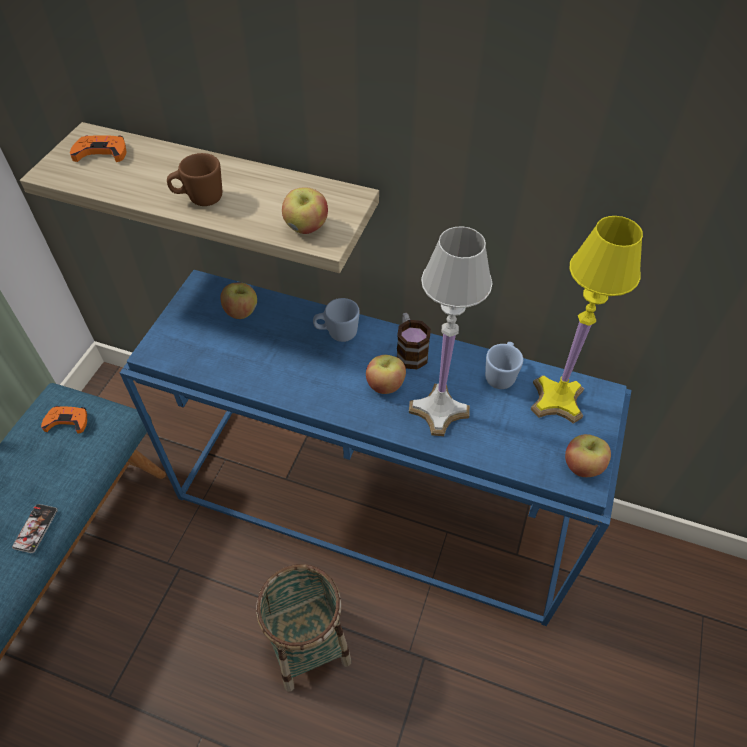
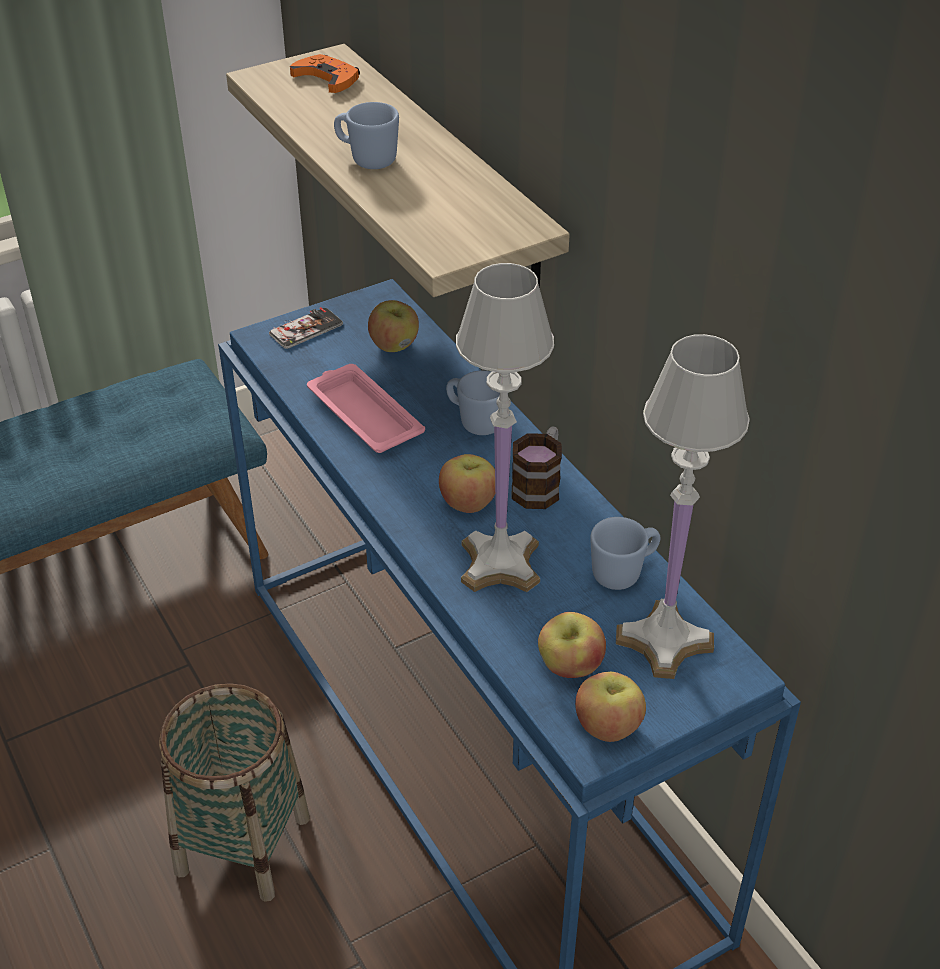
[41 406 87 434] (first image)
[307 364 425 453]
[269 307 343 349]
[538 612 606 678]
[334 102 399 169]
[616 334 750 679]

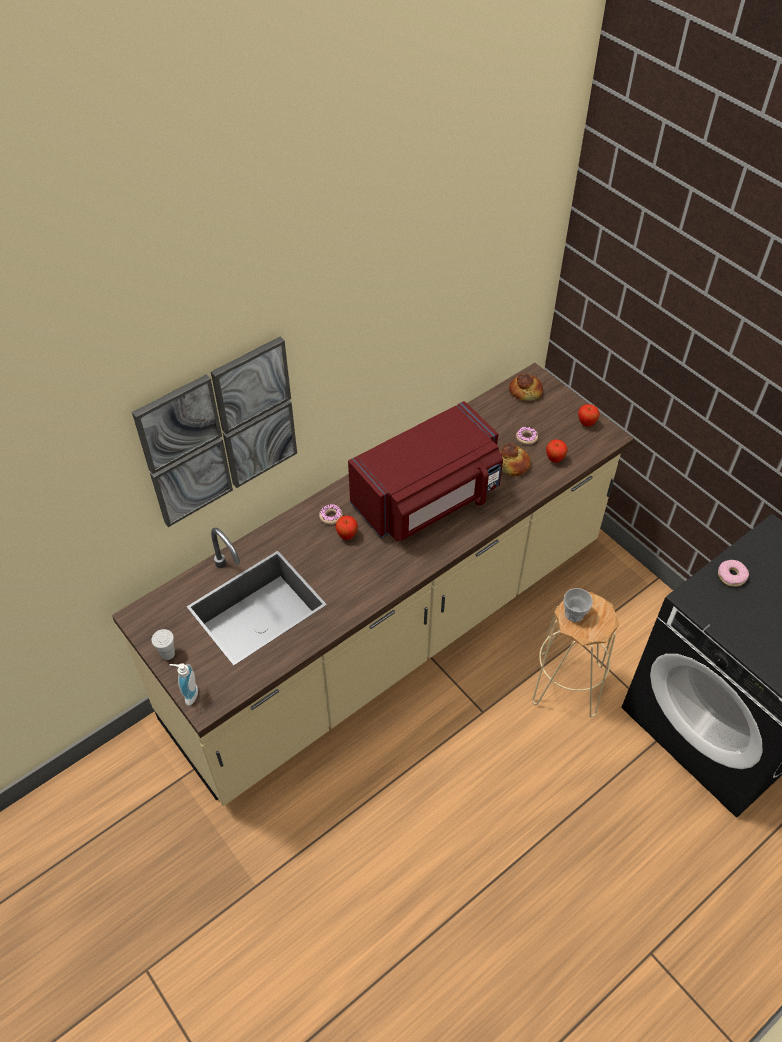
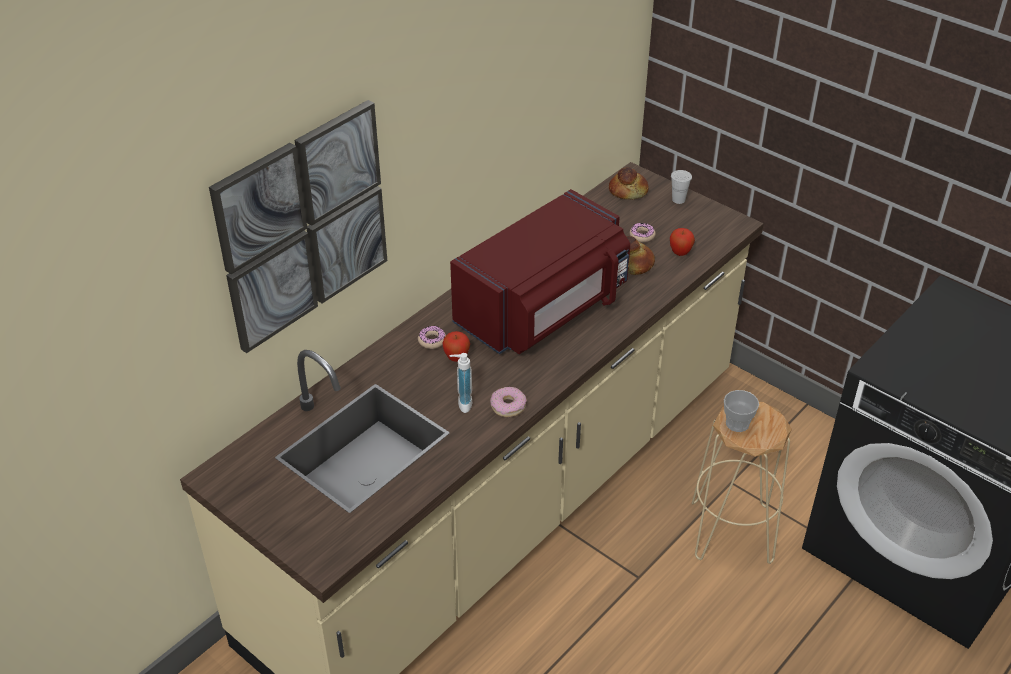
[578 404 600 427] (first image)
[671 170 692 204]
[449 353 472 413]
[490 387 527 417]

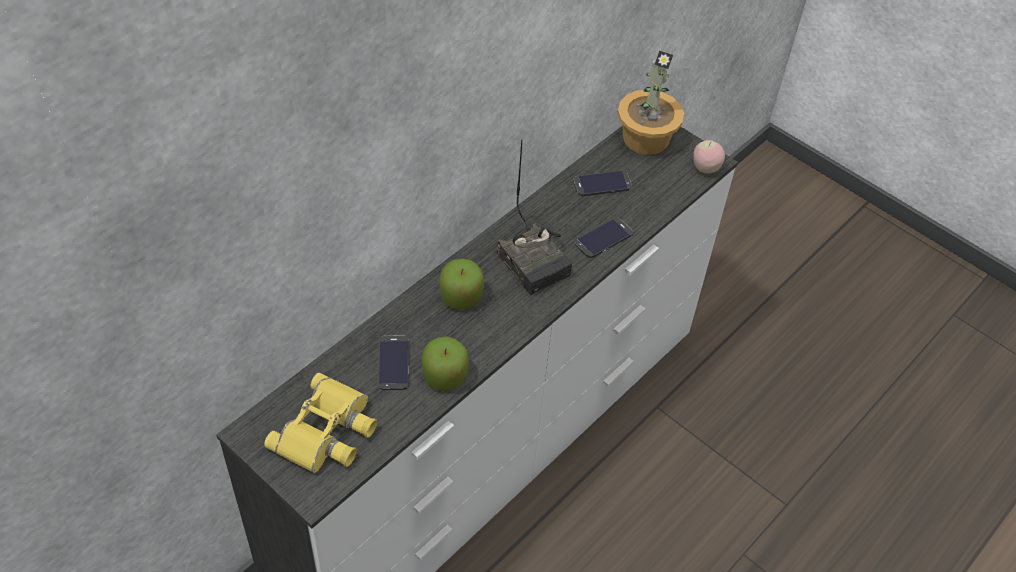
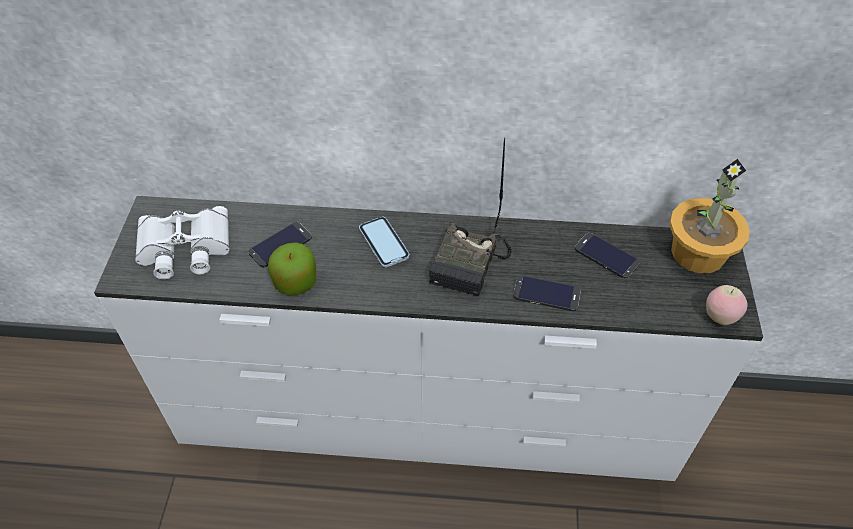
[359 217 410 268]
[135 206 229 279]

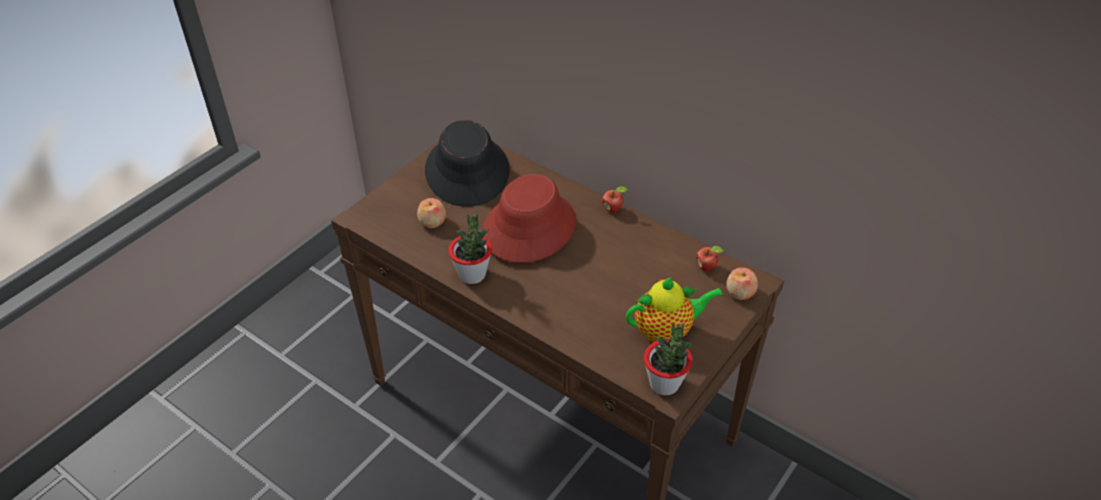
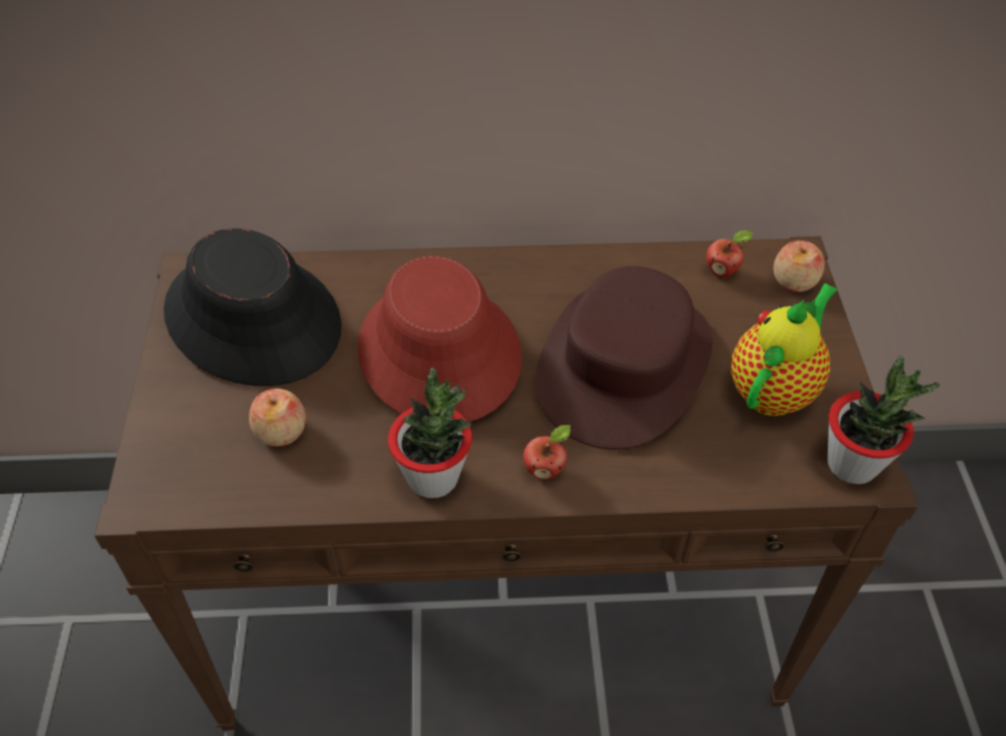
[535 266 713 450]
[523 425 571 480]

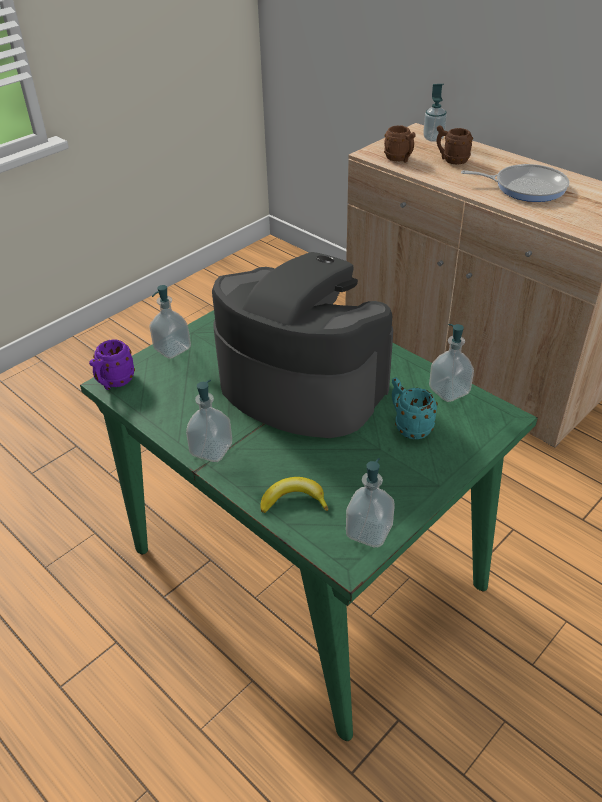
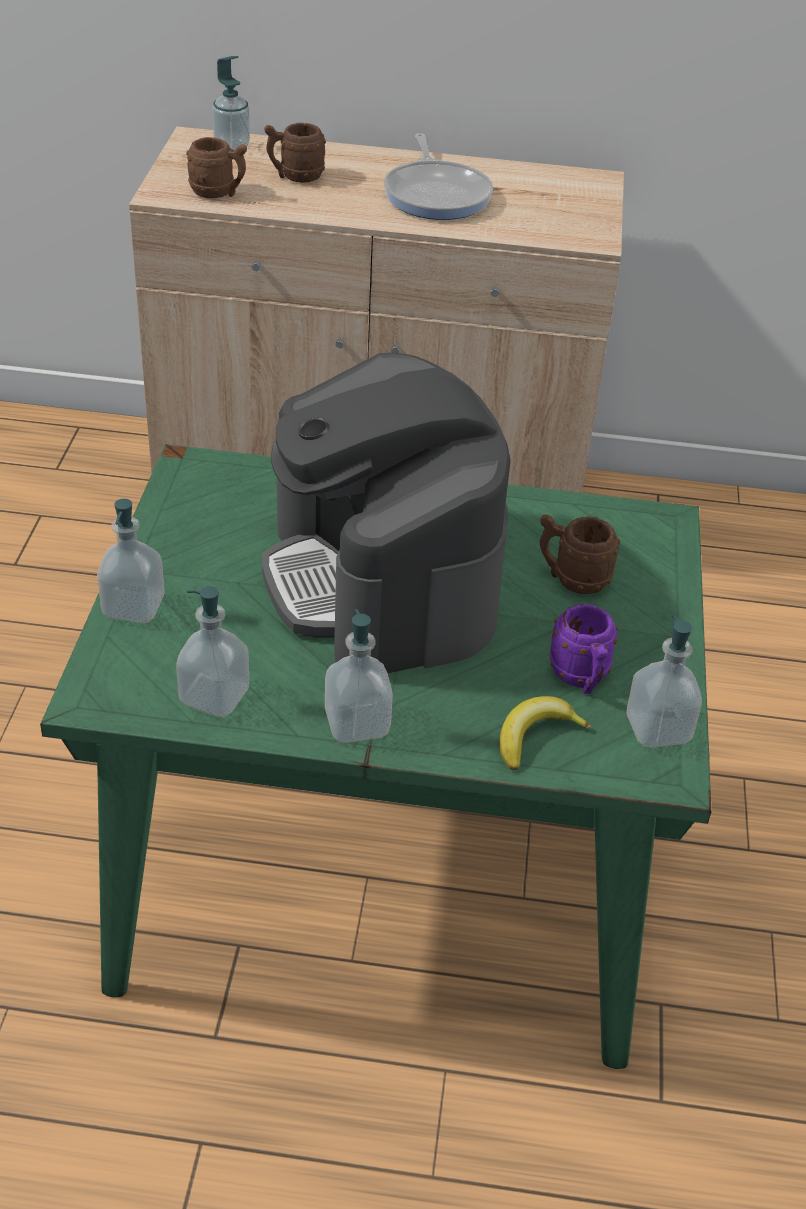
[550 604 618 694]
[176 586 249 717]
[540 514 620 594]
[262 353 511 673]
[384 133 493 220]

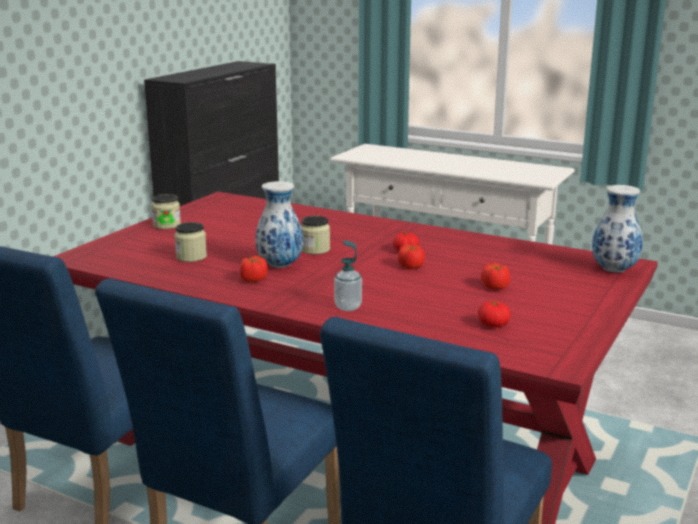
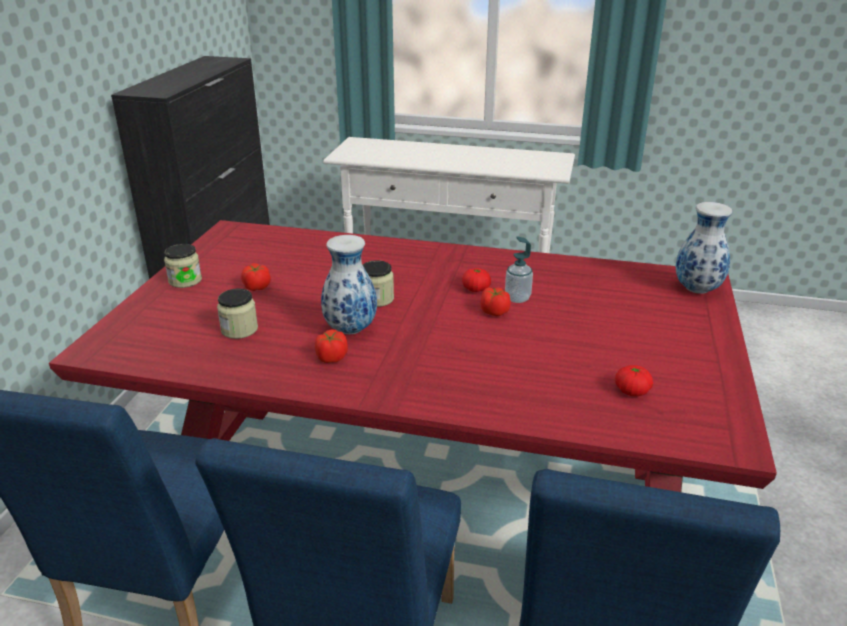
[505 236 533 303]
[241 263 271 291]

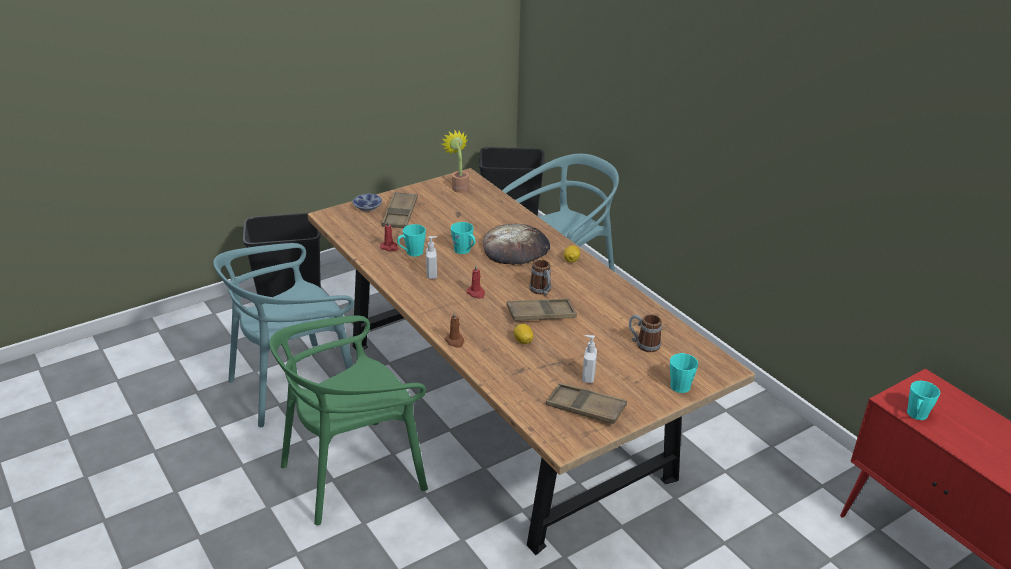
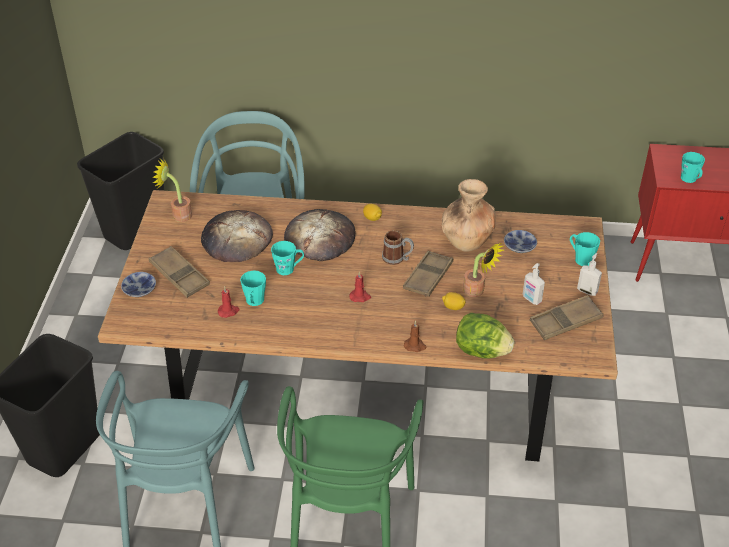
[201 210 273 262]
[442 179 496 252]
[456 313 515 359]
[463 243 504 297]
[577 253 602 296]
[504 230 537 253]

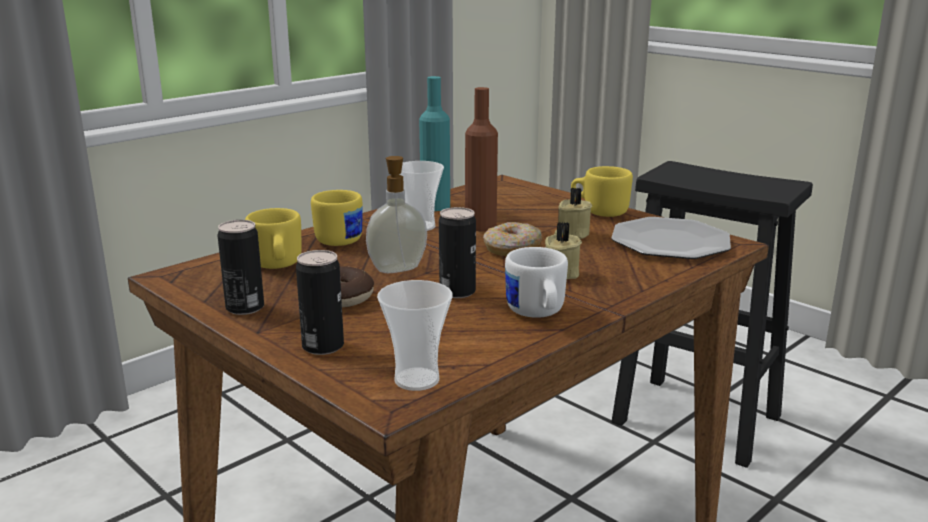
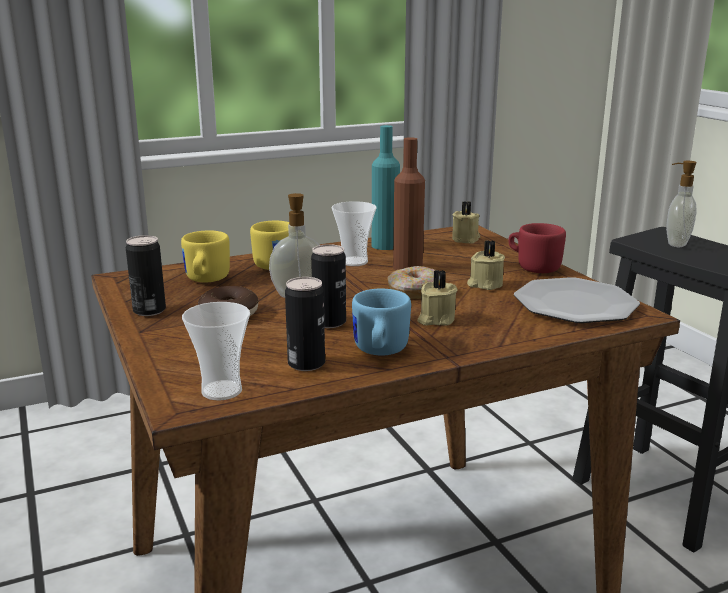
[452 201 480 244]
[666 161 697 247]
[285 277 325 371]
[352 289 411 355]
[508 223 566 273]

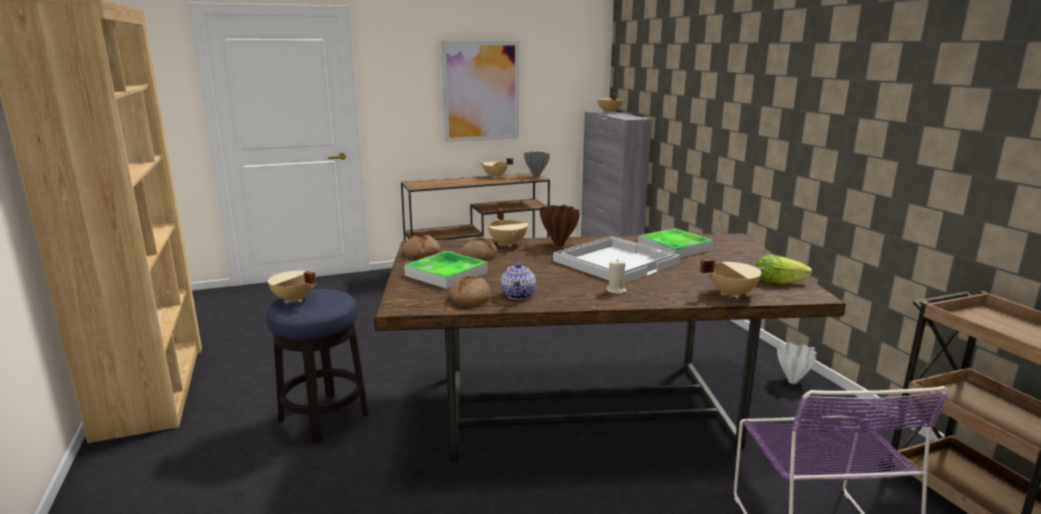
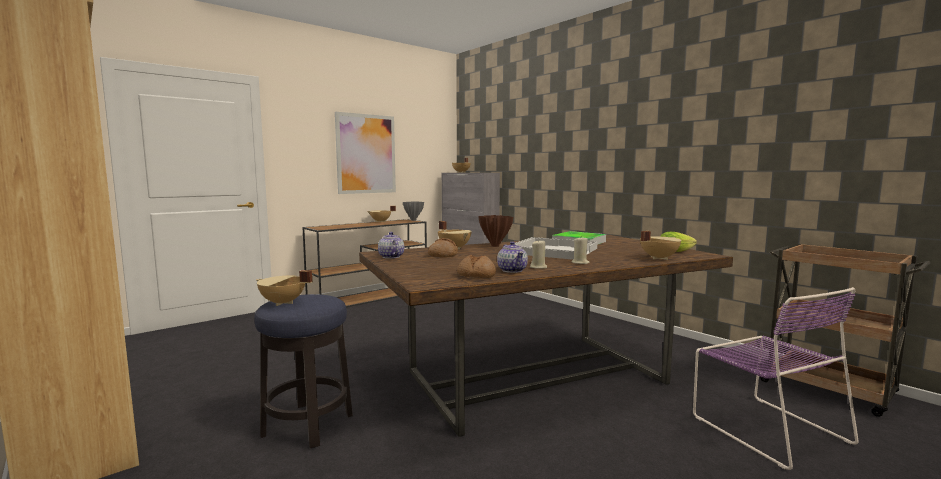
[404 251 488 289] (first image)
[777 343 817 384] (first image)
[530 241 547 269]
[378 232 404 259]

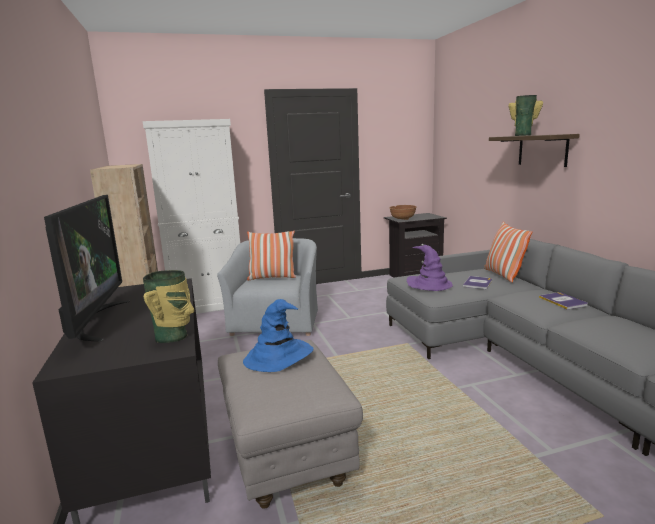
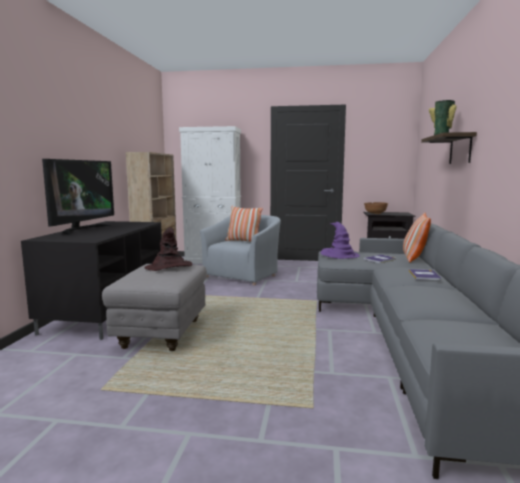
[143 270 194 343] (first image)
[144 227 193 271]

